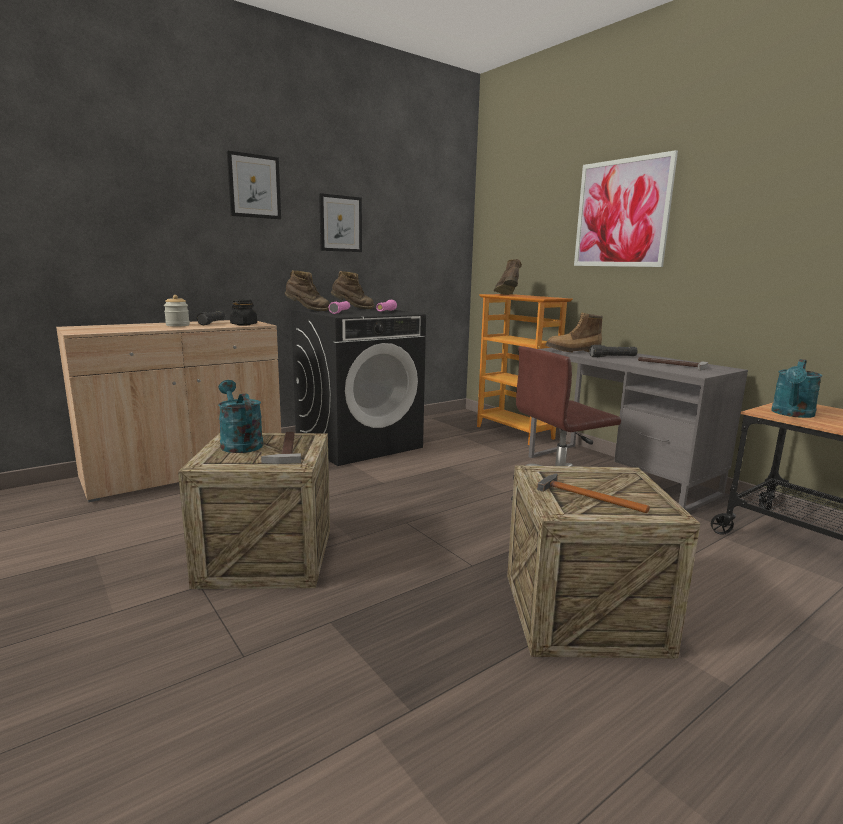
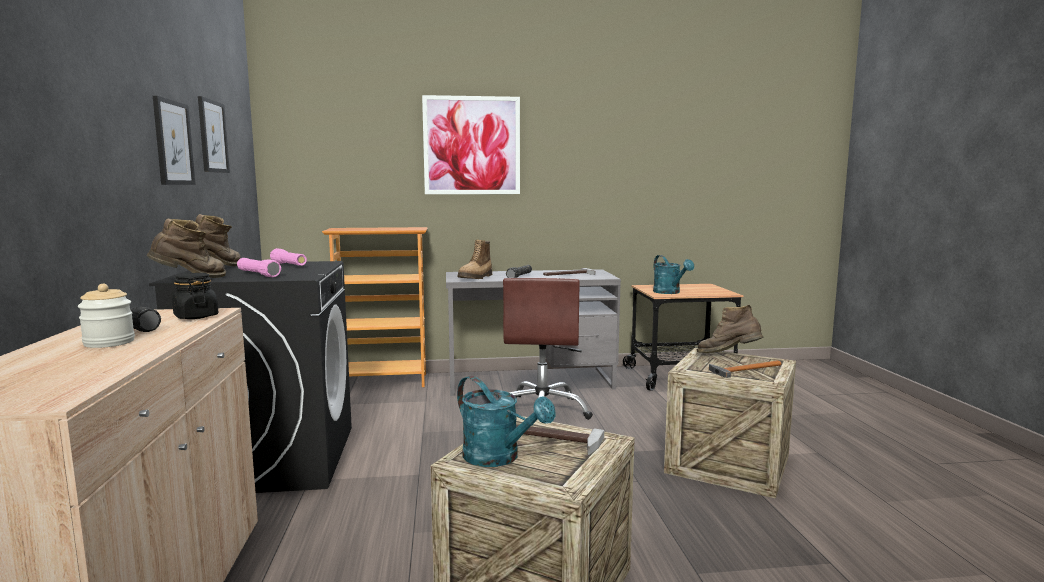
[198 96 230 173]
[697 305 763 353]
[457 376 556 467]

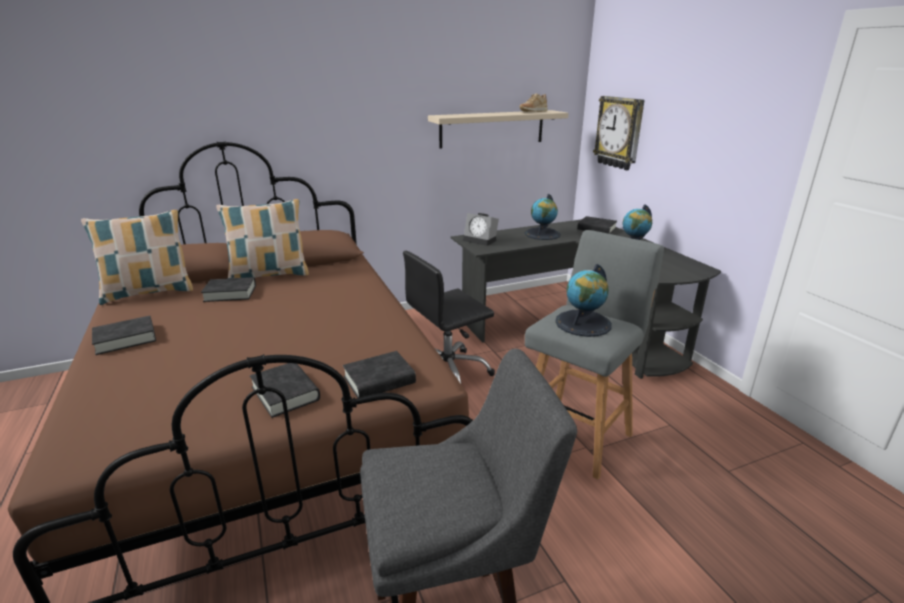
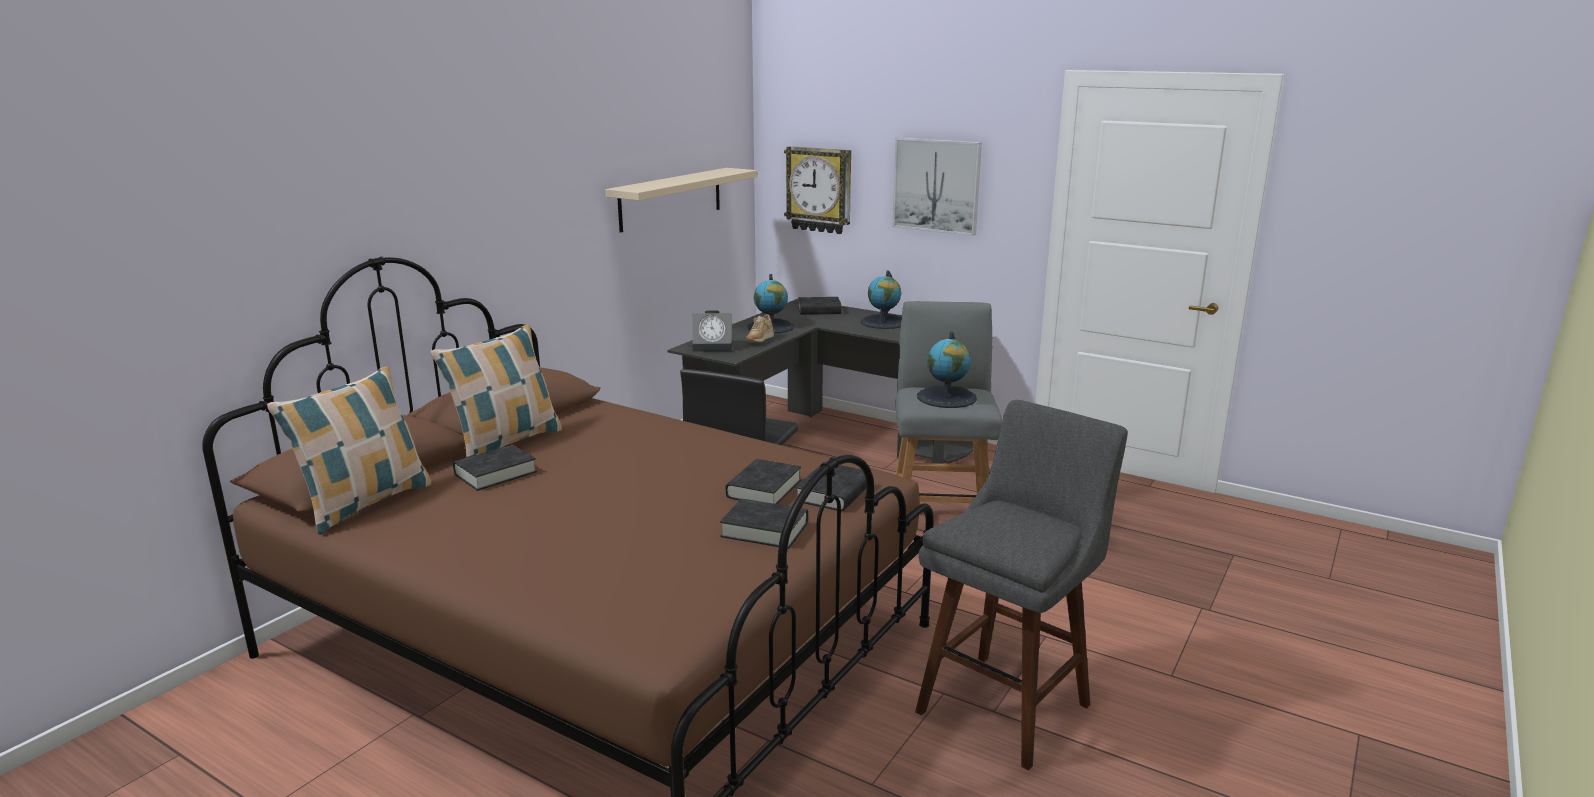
[893 138 982 236]
[725 459 801 504]
[746 314 774 343]

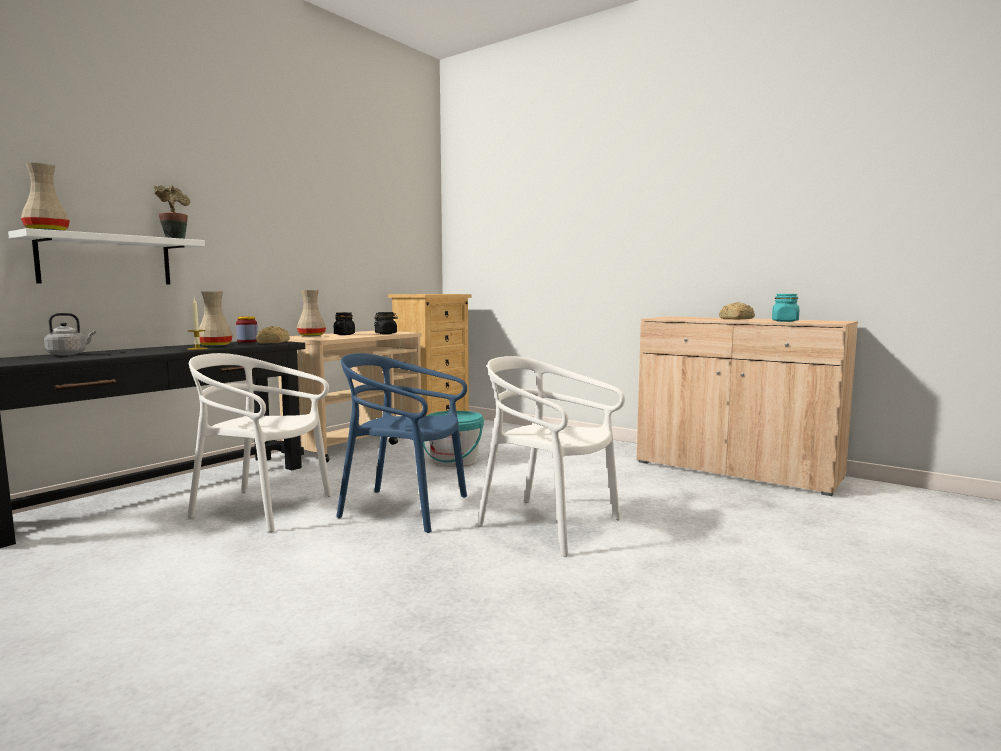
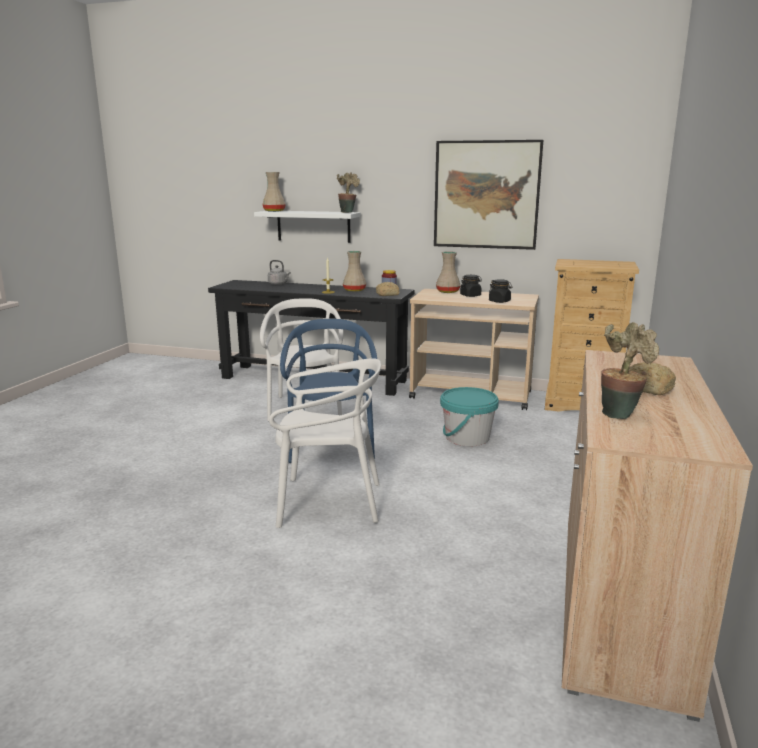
[434 140 543 250]
[601 322 659 419]
[269 358 381 528]

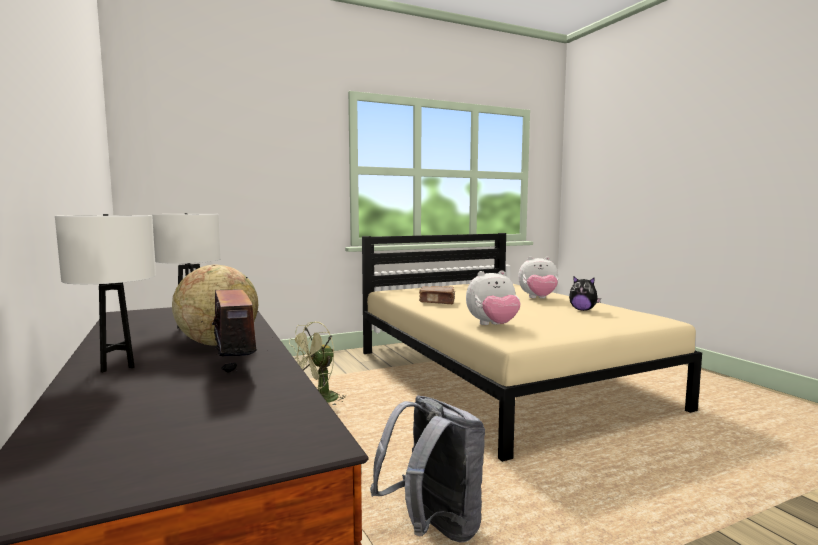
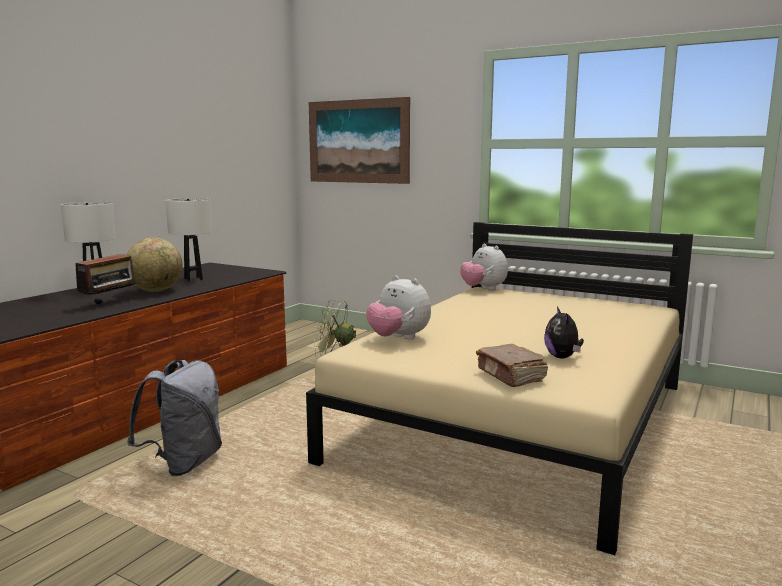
[309 97 410 184]
[476 344 548 387]
[460 243 508 290]

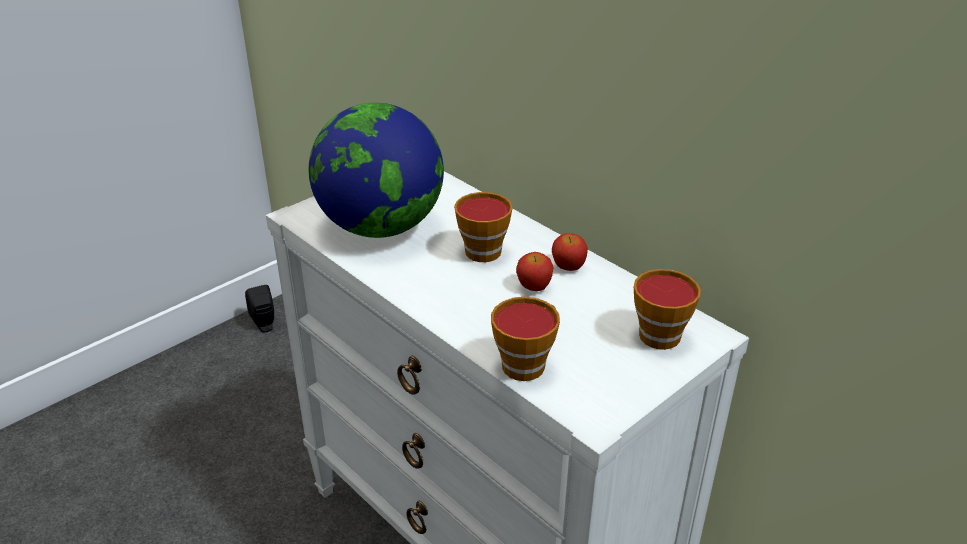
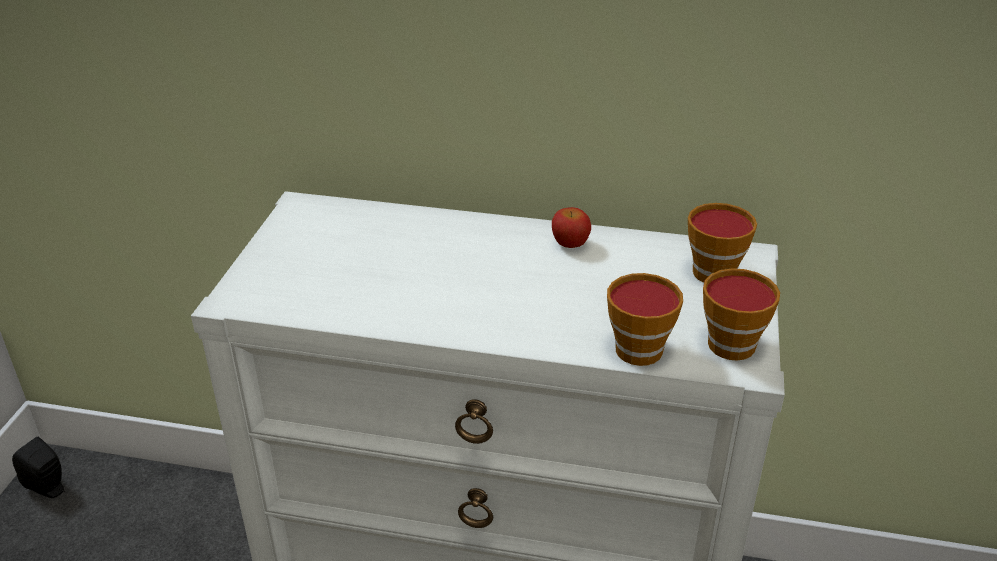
[309 103 444 238] (first image)
[516 252 553 291] (first image)
[703 268 780 361]

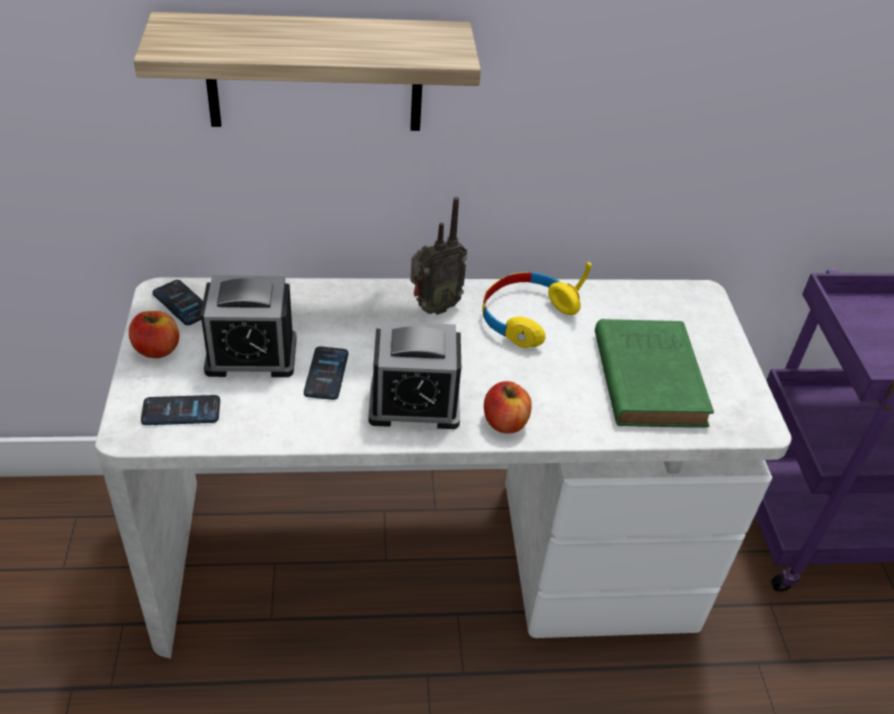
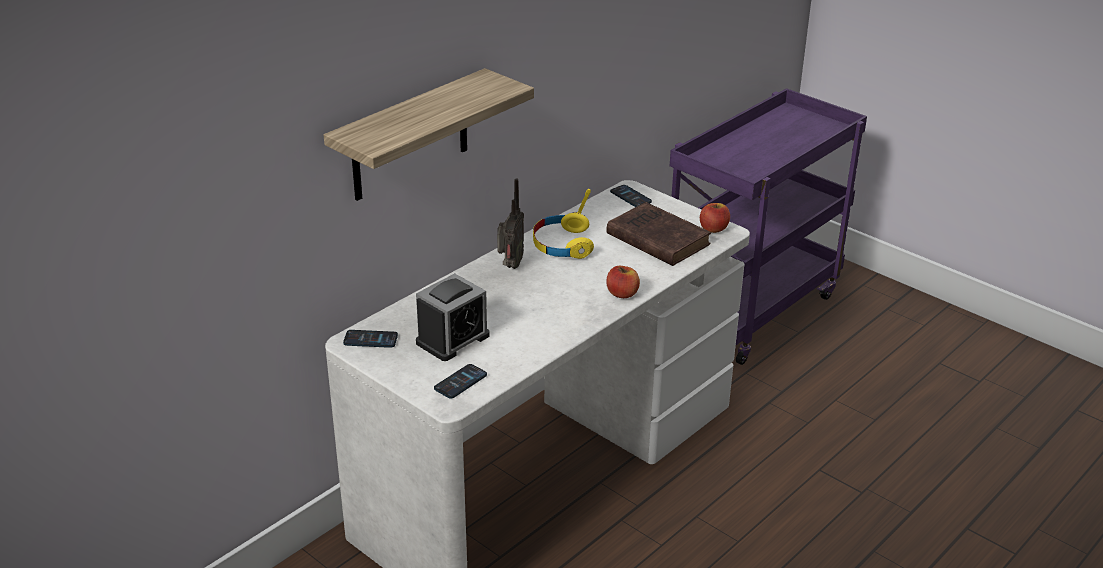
[369 321 461 429] (first image)
[700 203 730 233]
[610 185 652 207]
[607 202 711 266]

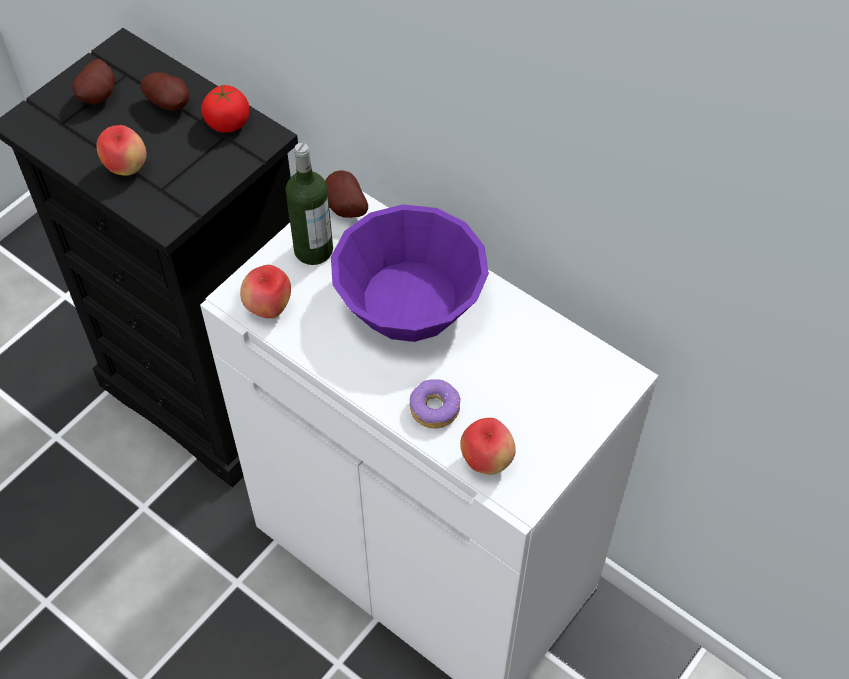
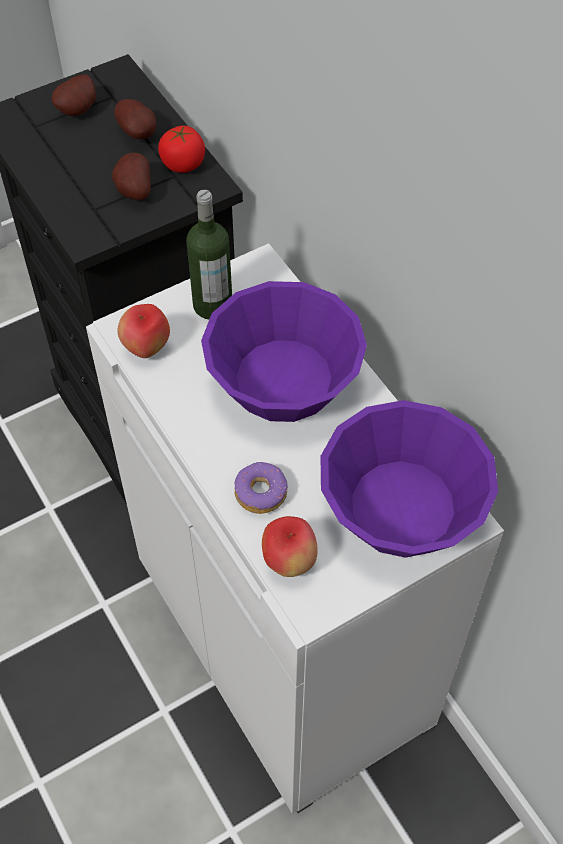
[97 125 147 176] (first image)
[321 400 498 558]
[112 153 151 200]

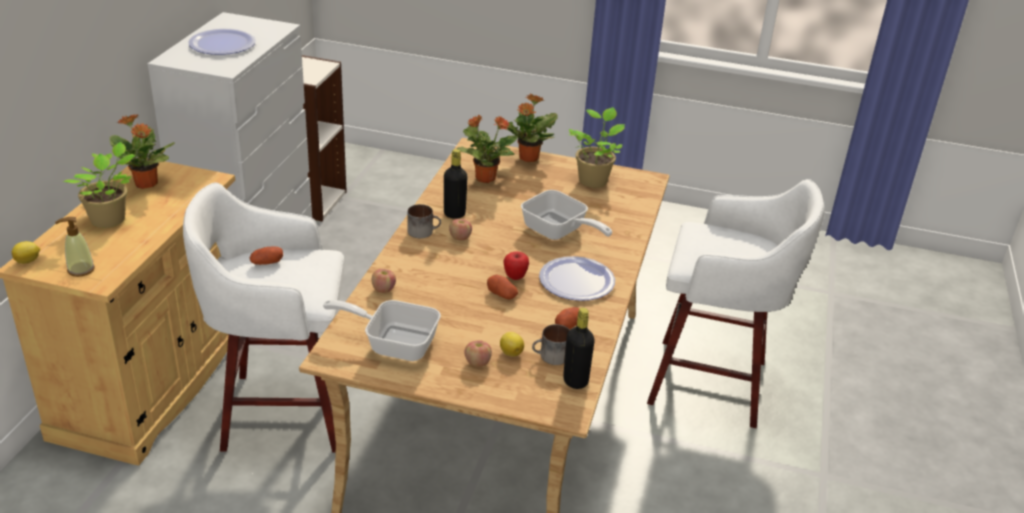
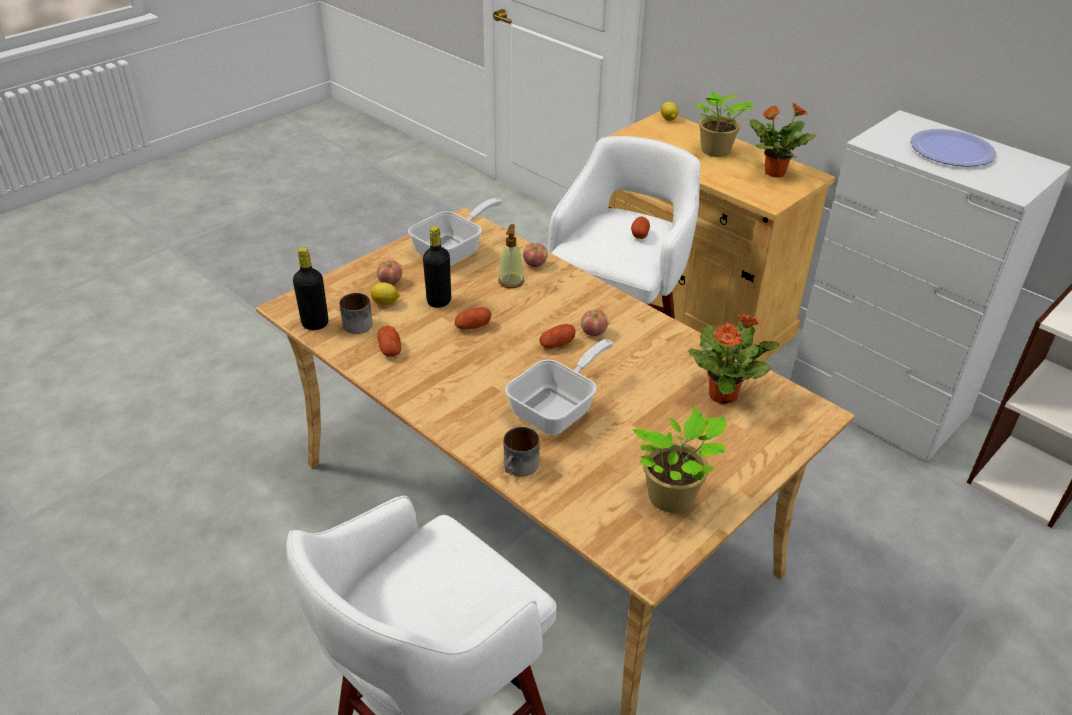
[503 252 529 280] (first image)
[507 93 558 162] (first image)
[539 256 615 301] (first image)
[539 324 575 349]
[499 224 524 288]
[504 427 540 476]
[423 226 451 308]
[505 339 614 435]

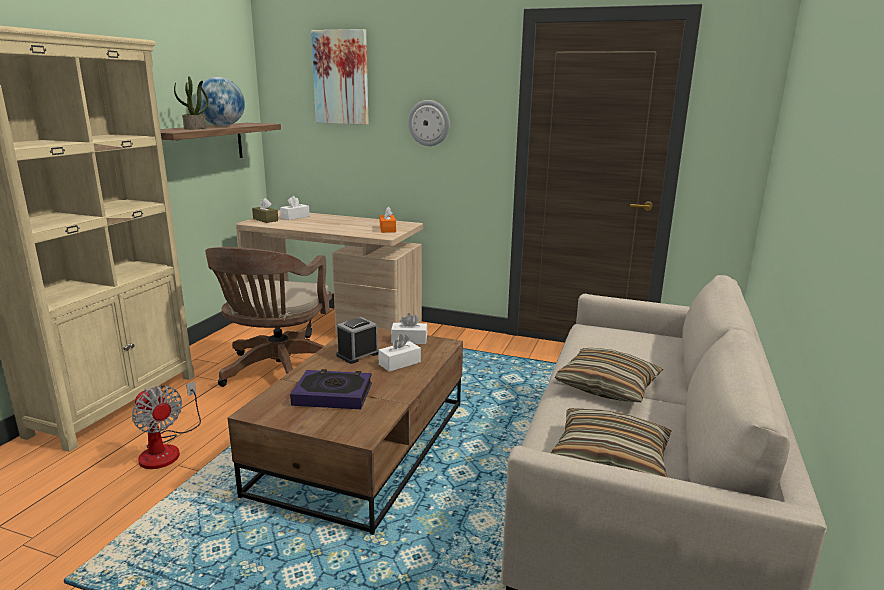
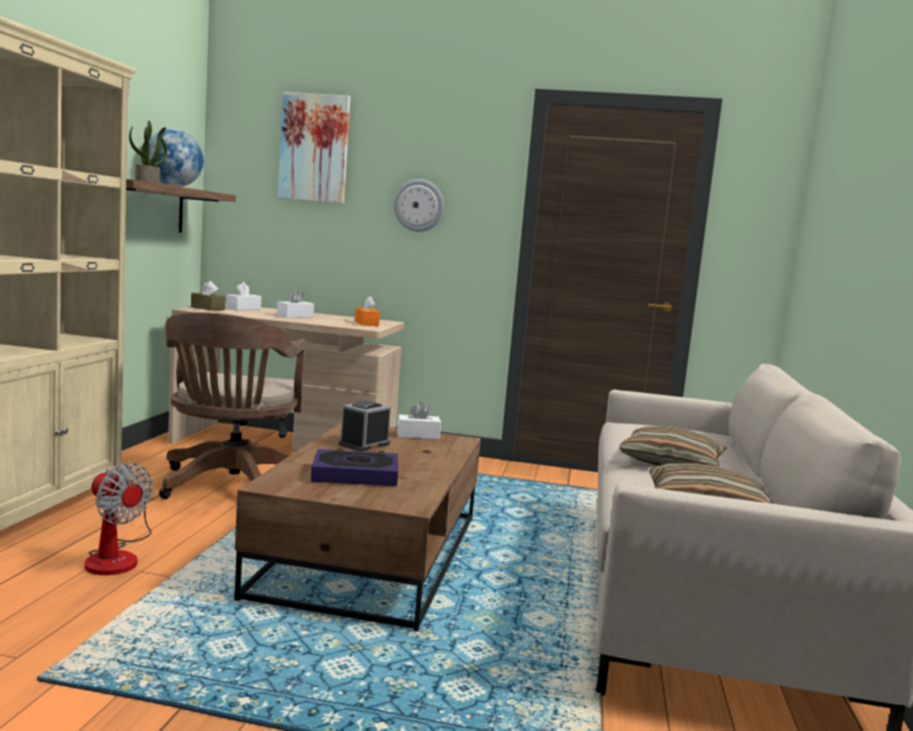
[277 289 314 318]

